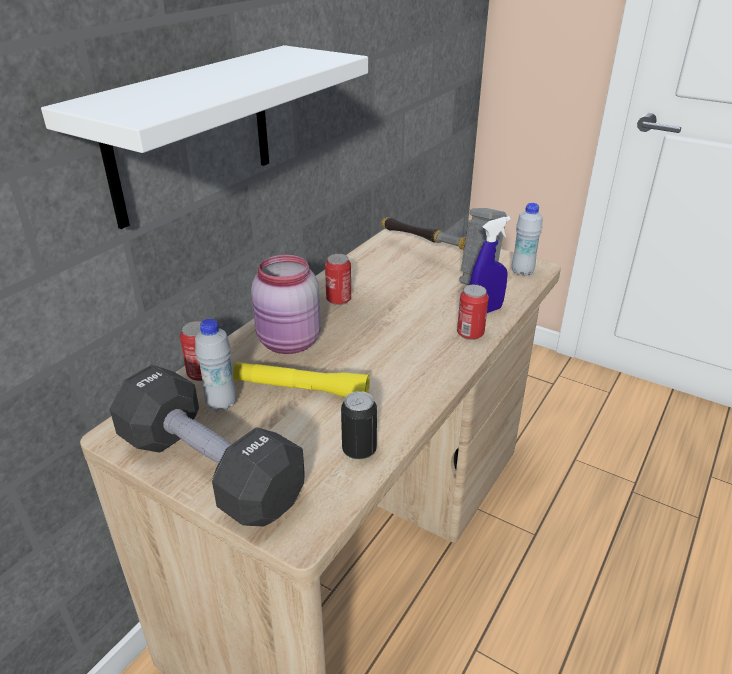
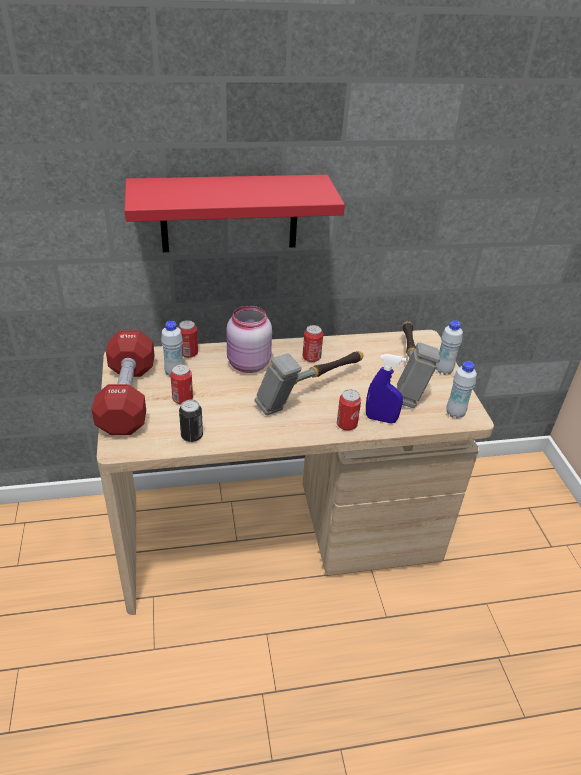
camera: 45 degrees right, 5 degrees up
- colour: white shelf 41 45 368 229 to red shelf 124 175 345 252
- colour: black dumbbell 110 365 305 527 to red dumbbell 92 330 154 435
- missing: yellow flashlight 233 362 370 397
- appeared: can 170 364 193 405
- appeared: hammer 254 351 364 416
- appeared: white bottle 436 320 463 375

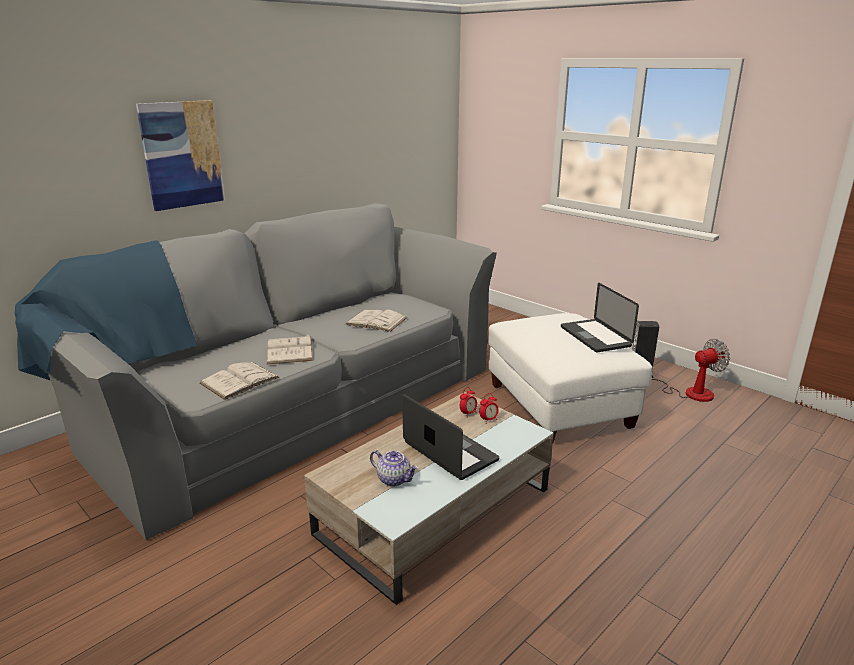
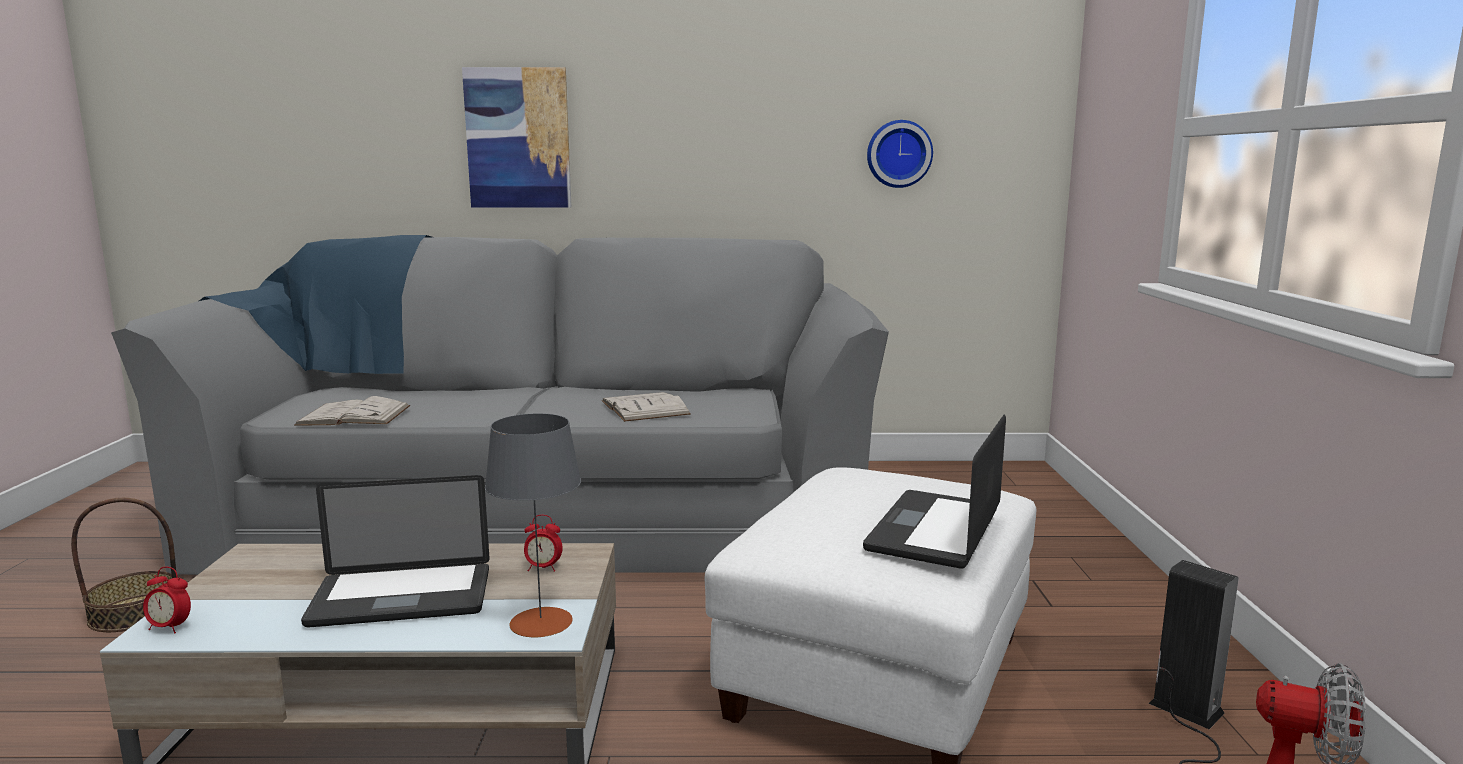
camera: 45 degrees right, 10 degrees down
- missing: white book 267 335 313 364
- missing: teapot 370 450 418 487
- spun: laptop 402 394 499 480 = 301 475 490 627 75 degrees clockwise
- relocated: alarm clock 479 393 499 424 to 143 567 191 634
- appeared: basket 71 498 176 632
- appeared: grey table lamp 485 413 581 637
- appeared: wall clock 867 120 933 188

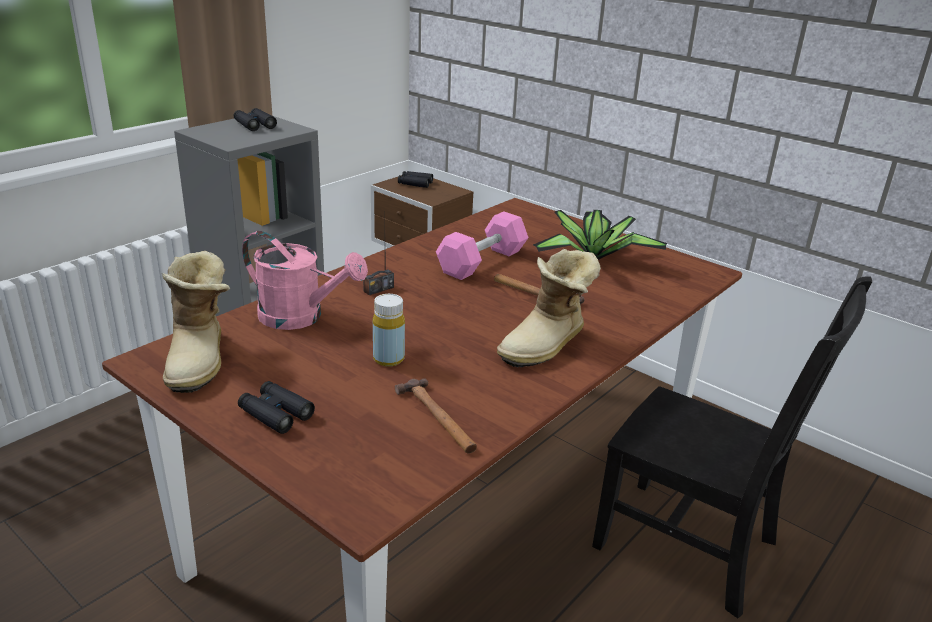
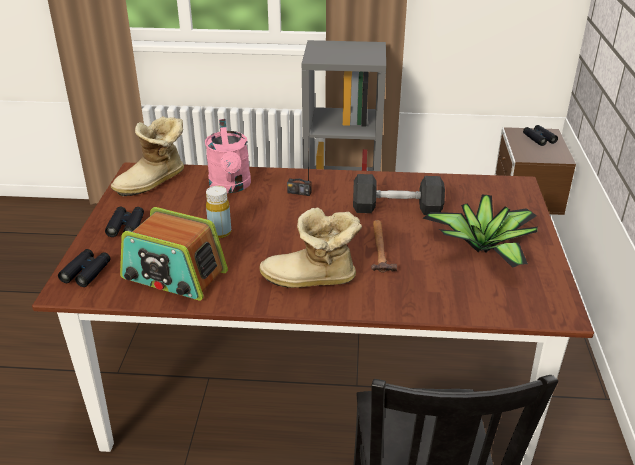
camera: 55 degrees right, 5 degrees up
- relocated: black binoculars 234 108 277 131 to 58 249 111 287
- exchanged: hammer 395 378 477 454 to radio 120 207 228 301
- colour: pink dumbbell 436 212 529 280 to grey dumbbell 353 174 445 215

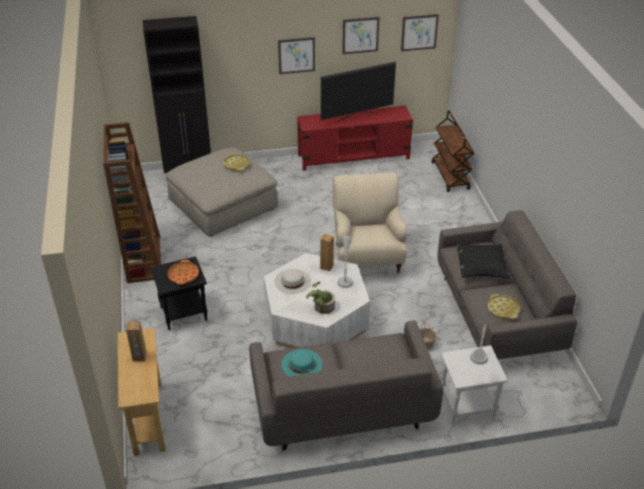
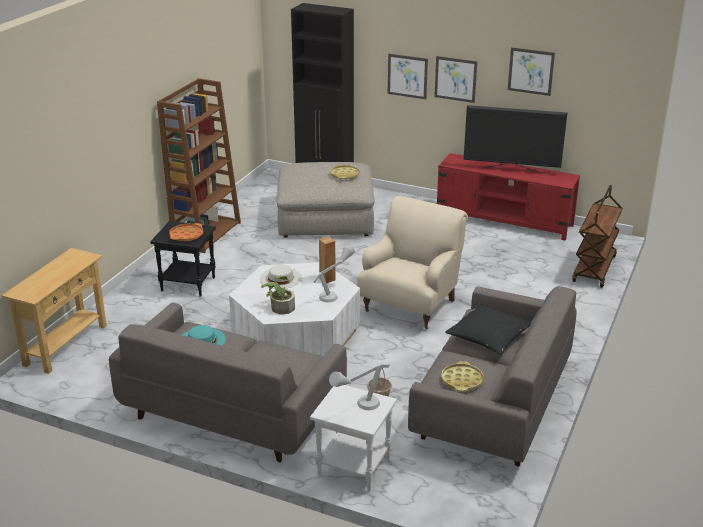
camera: 35 degrees right, 10 degrees down
- missing: brown speaker 126 321 147 362
- relocated: picture 401 14 439 51 to 388 54 428 99

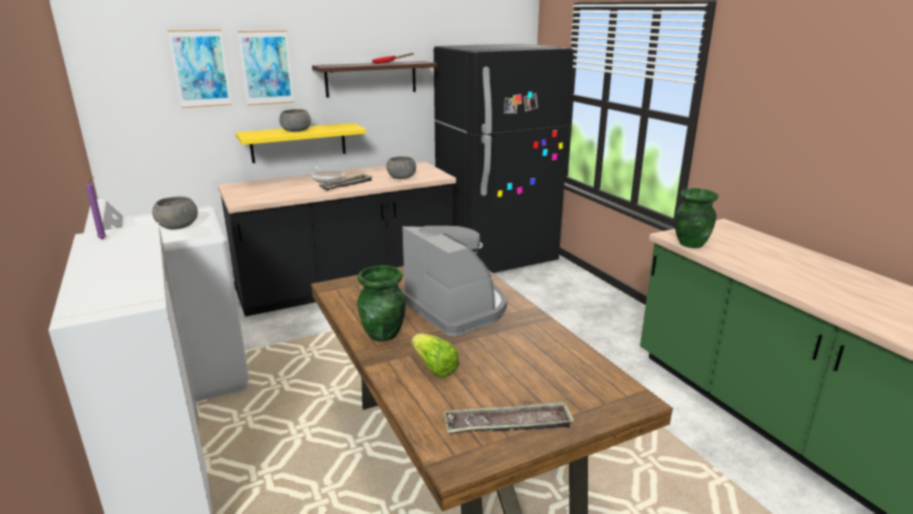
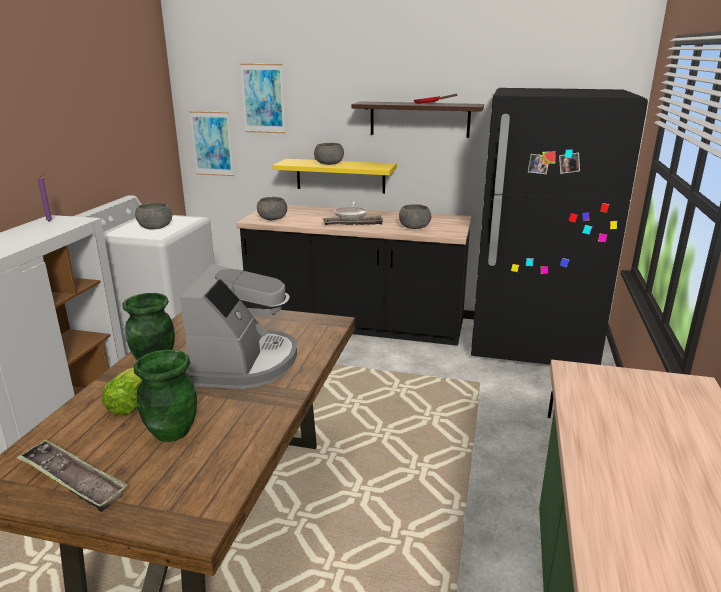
camera: 40 degrees right, 0 degrees up
- relocated: picture 238 30 294 106 to 190 111 234 176
- relocated: green vase 675 188 718 248 to 134 350 197 442
- appeared: grey bowl 257 197 287 220

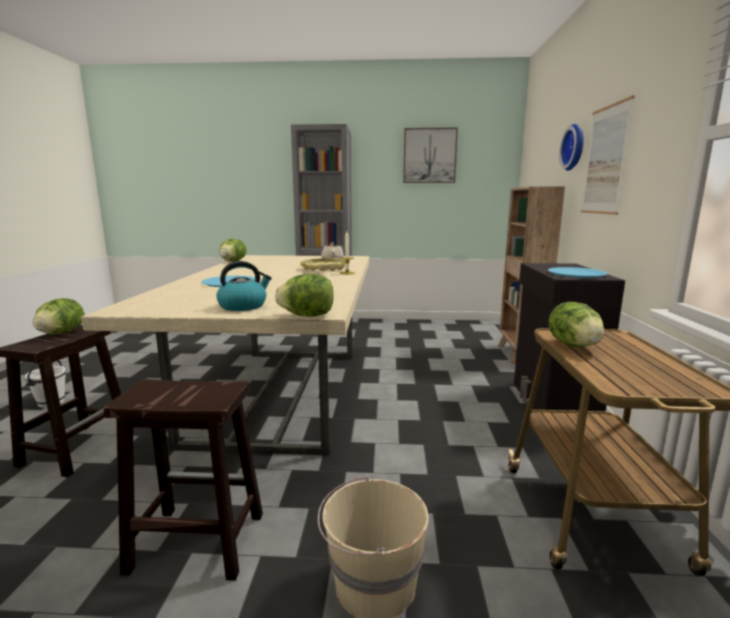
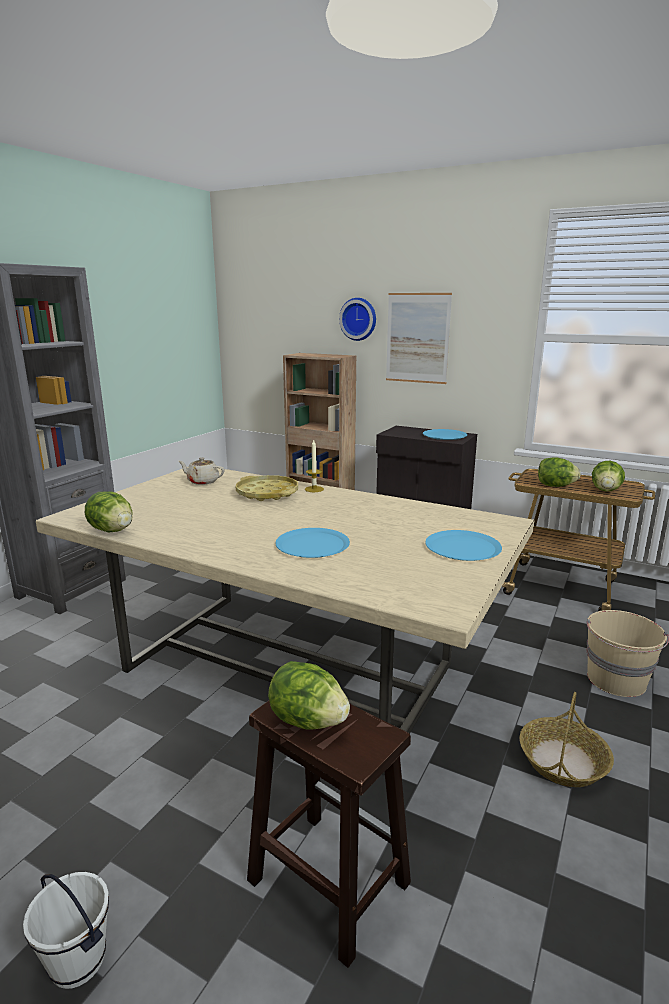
camera: 65 degrees left, 5 degrees up
- exchanged: brown stool 103 379 263 581 to basket 520 692 614 787
- exchanged: kettle 217 261 272 311 to blue plate 425 530 502 561
- relocated: lettuce 275 274 334 317 to 592 461 625 491
- missing: picture 403 128 458 183

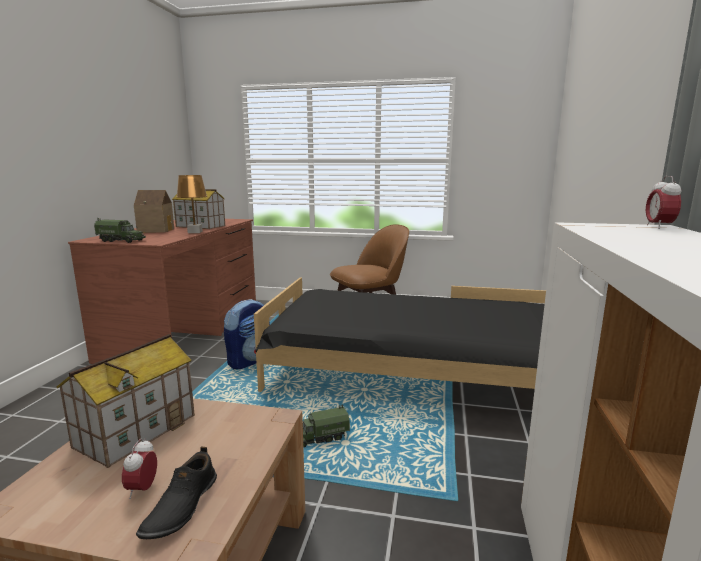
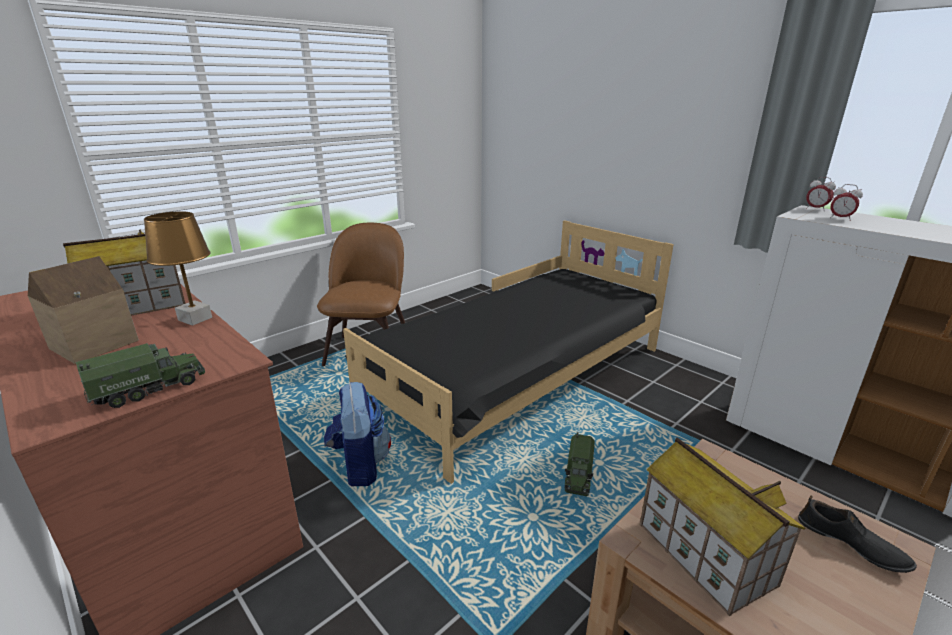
camera: 55 degrees left, 10 degrees up
- relocated: alarm clock 122 439 157 499 to 831 184 863 221

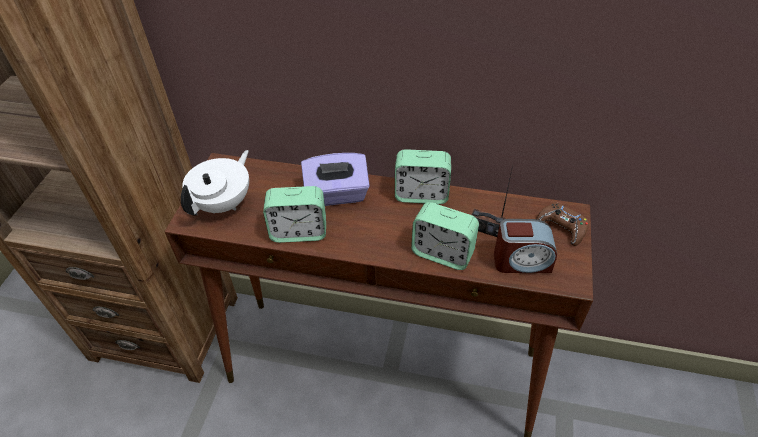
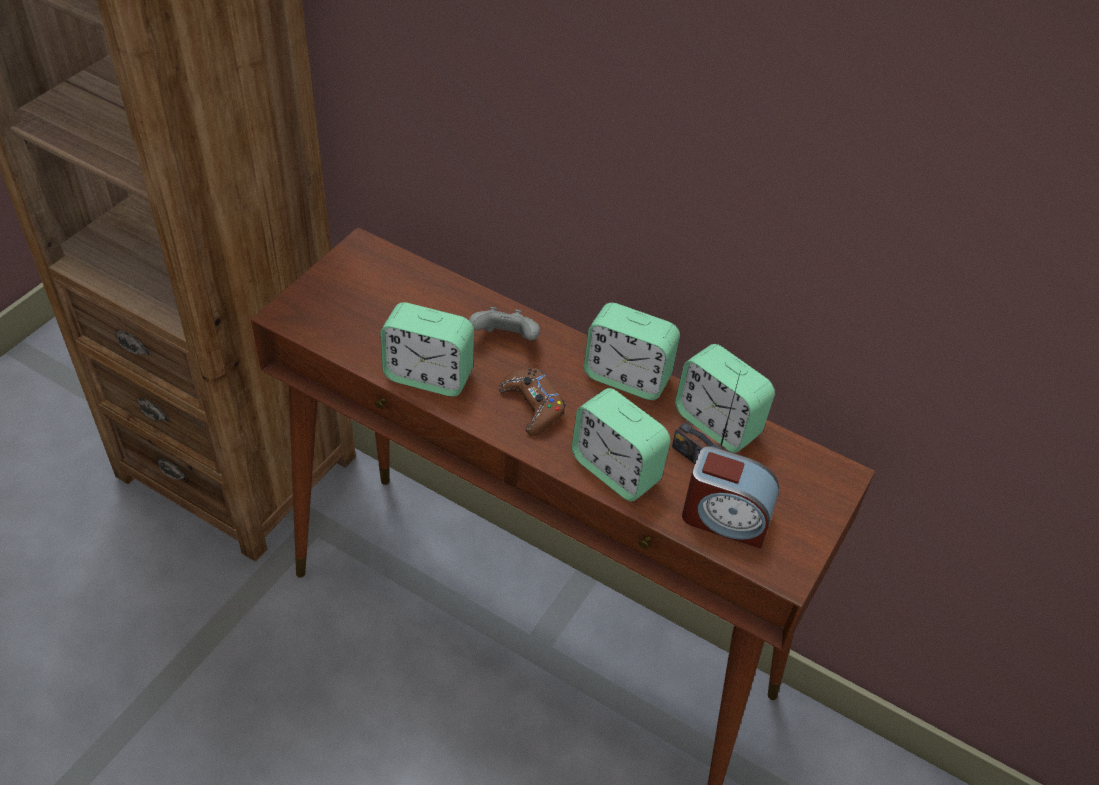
camera: 15 degrees right, 0 degrees up
- missing: white teapot 181 150 249 215
- exchanged: purple tissue box 301 153 370 206 to grey game controller 469 307 540 341
- relocated: brown game controller 536 203 589 246 to 499 368 565 436
- appeared: alarm clock 675 344 775 453

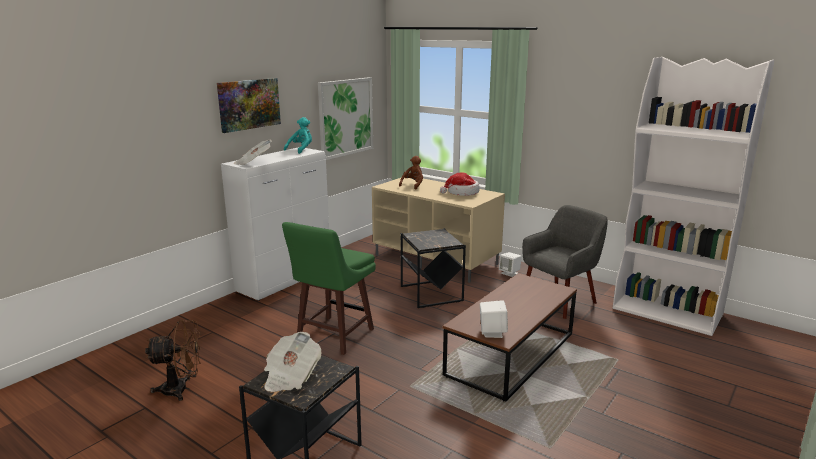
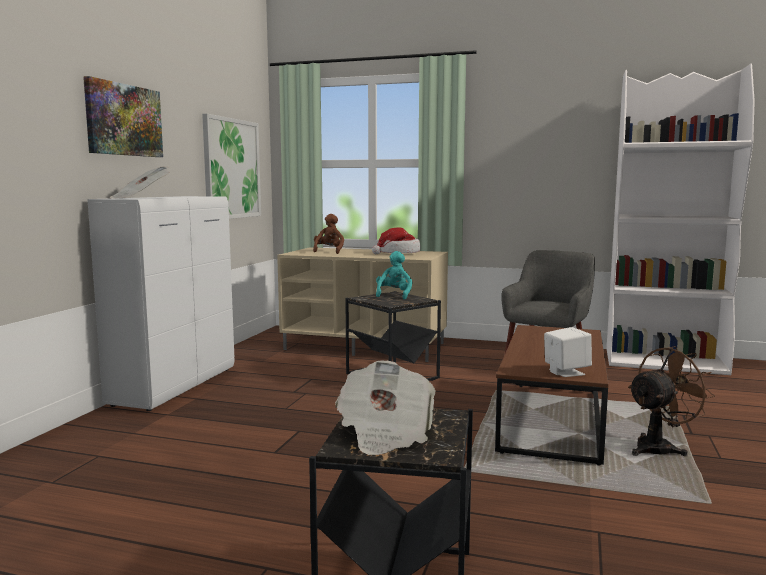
camera: 20 degrees left, 10 degrees down
- relocated: brown fan 145 320 201 401 to 628 346 715 456
- missing: green stool 282 222 376 355
- relocated: turquoise plush toy 284 117 312 154 to 376 251 412 300
- missing: white speaker 499 252 522 277

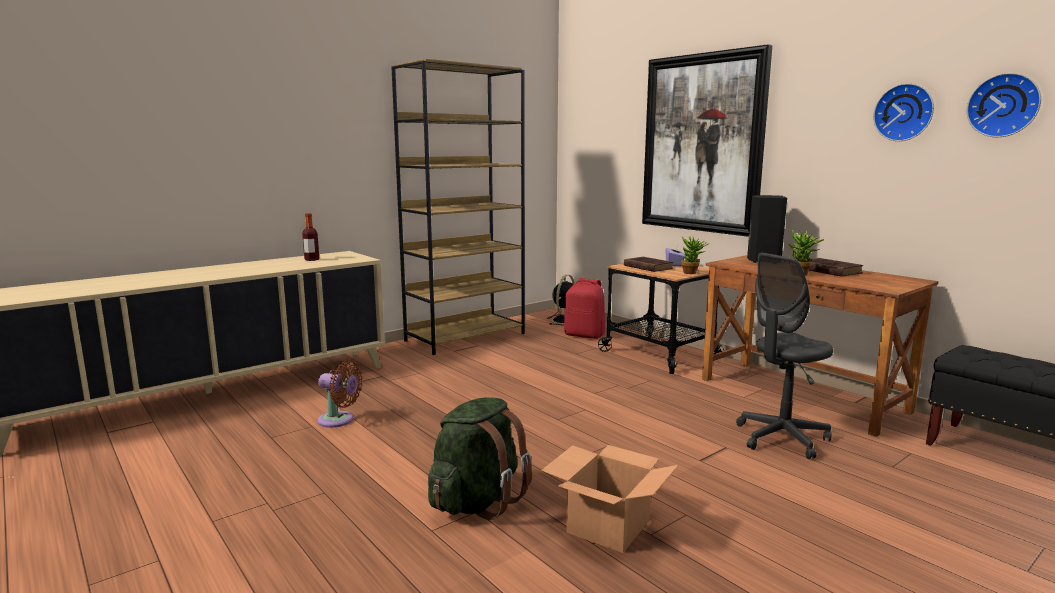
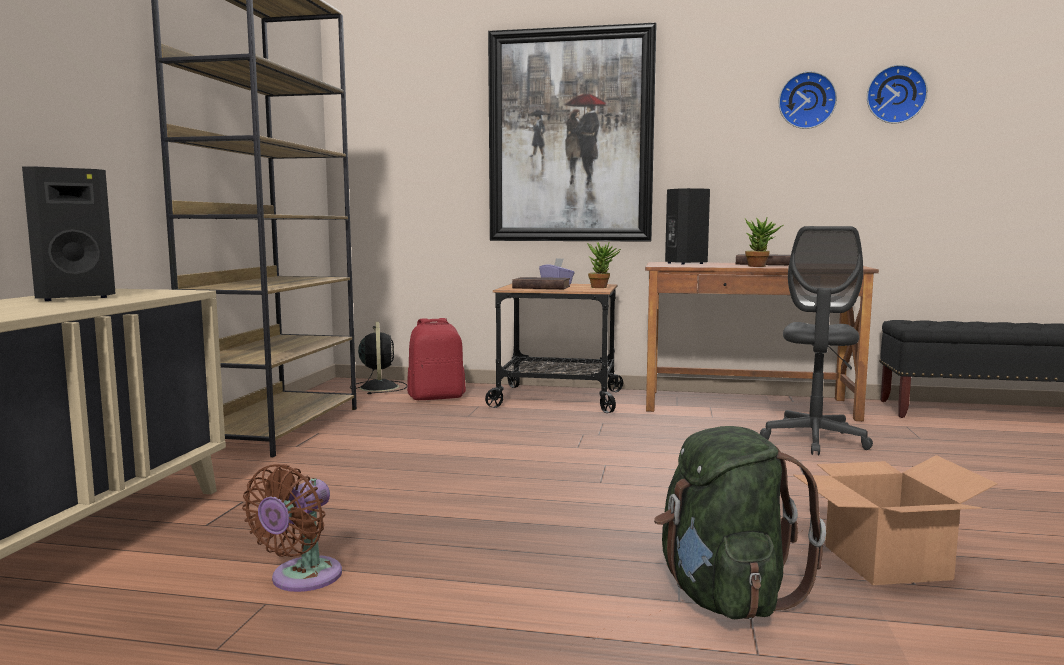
camera: 40 degrees left, 5 degrees down
- exchanged: bottle 302 213 319 261 to black speaker 22 166 116 301
- spun: brown fan 318 360 363 428 = 242 464 342 592 135 degrees clockwise

